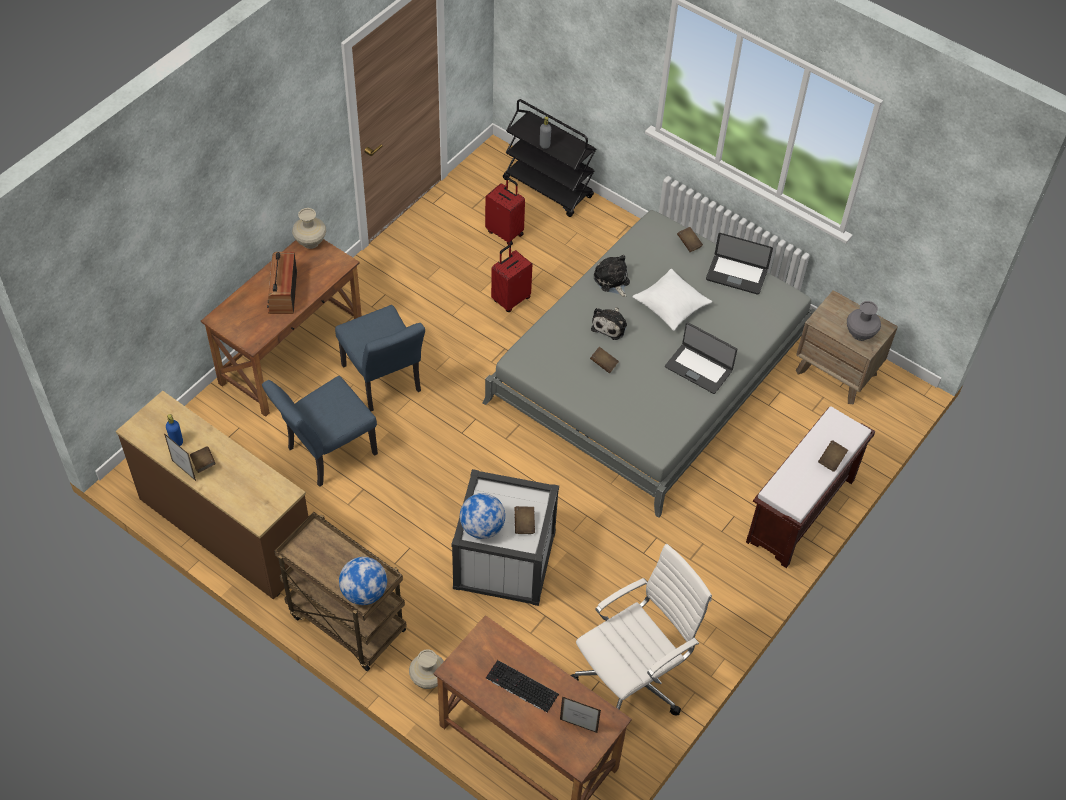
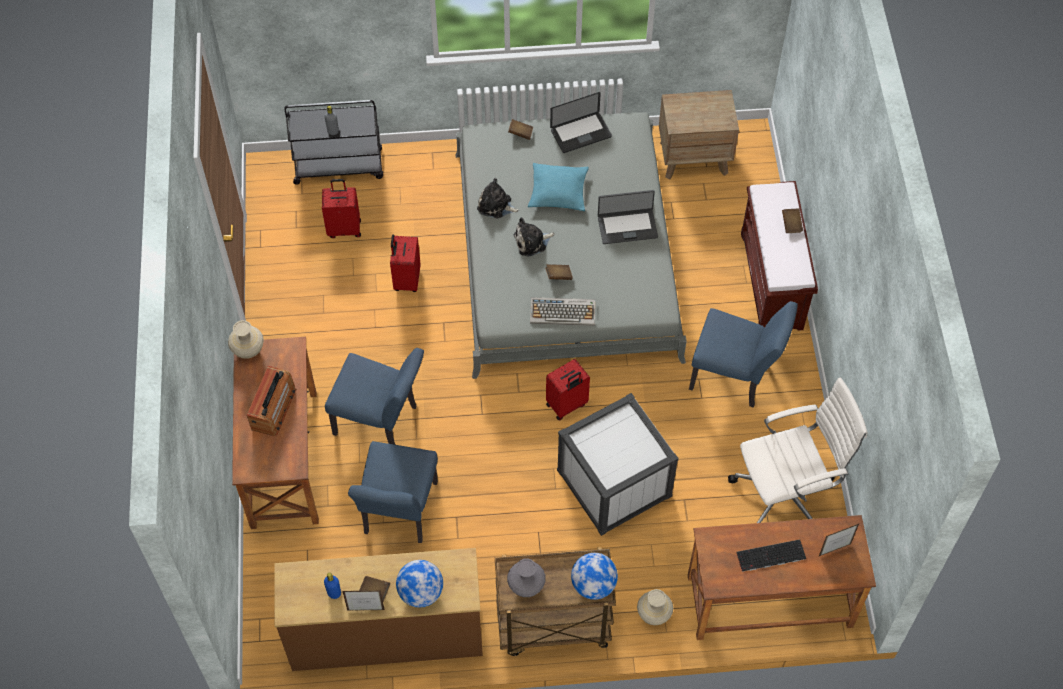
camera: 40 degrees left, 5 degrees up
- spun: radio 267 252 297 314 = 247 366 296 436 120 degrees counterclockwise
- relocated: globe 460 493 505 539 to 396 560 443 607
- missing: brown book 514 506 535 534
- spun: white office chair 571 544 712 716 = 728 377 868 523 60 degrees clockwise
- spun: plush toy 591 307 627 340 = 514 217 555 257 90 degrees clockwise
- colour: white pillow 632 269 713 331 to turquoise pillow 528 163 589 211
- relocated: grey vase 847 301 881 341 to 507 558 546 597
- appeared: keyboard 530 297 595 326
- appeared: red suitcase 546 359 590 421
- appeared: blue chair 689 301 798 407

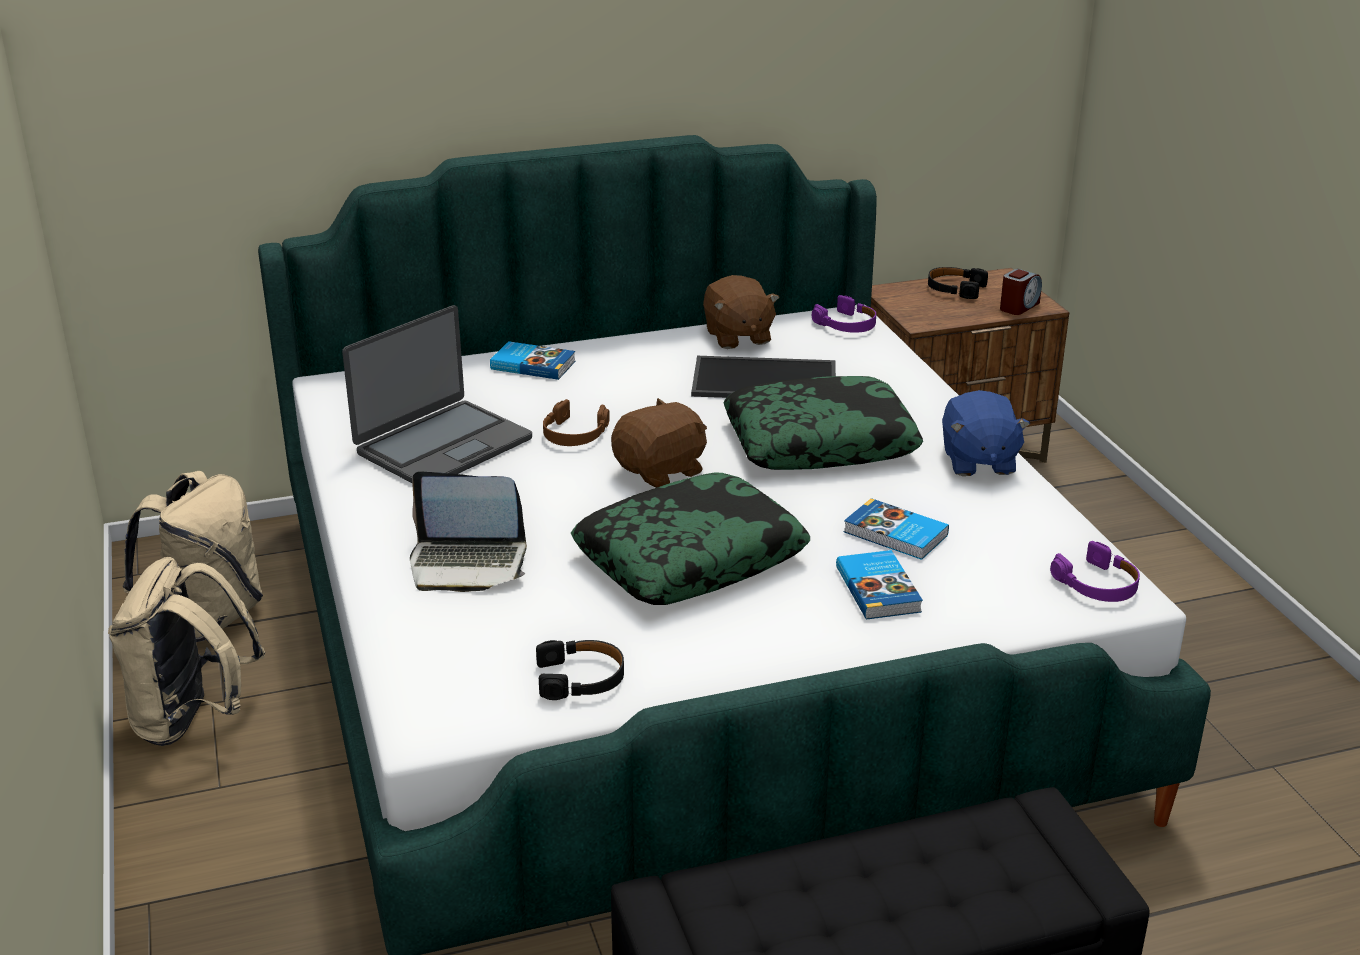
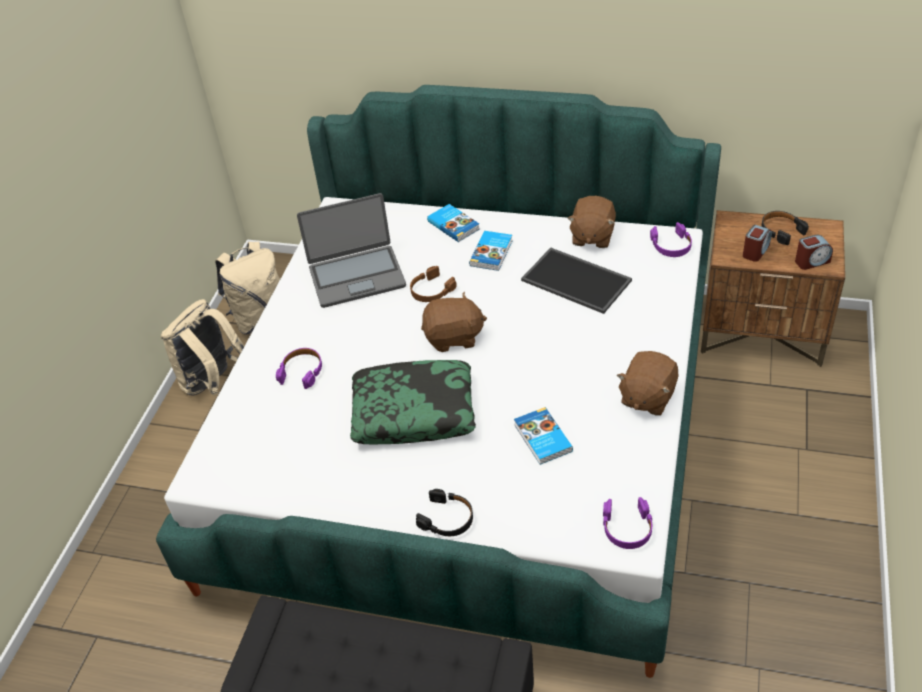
camera: 35 degrees right, 15 degrees up
- exchanged: laptop 410 472 527 592 to purple headphones 276 348 322 389
- relocated: black headphones 536 640 624 700 to 416 489 473 536
- missing: pillow 724 376 923 470
- relocated: book 836 550 923 620 to 469 231 513 271
- colour: blue plush toy 942 390 1030 476 to brown plush toy 617 351 679 416
- appeared: alarm clock 743 225 772 262

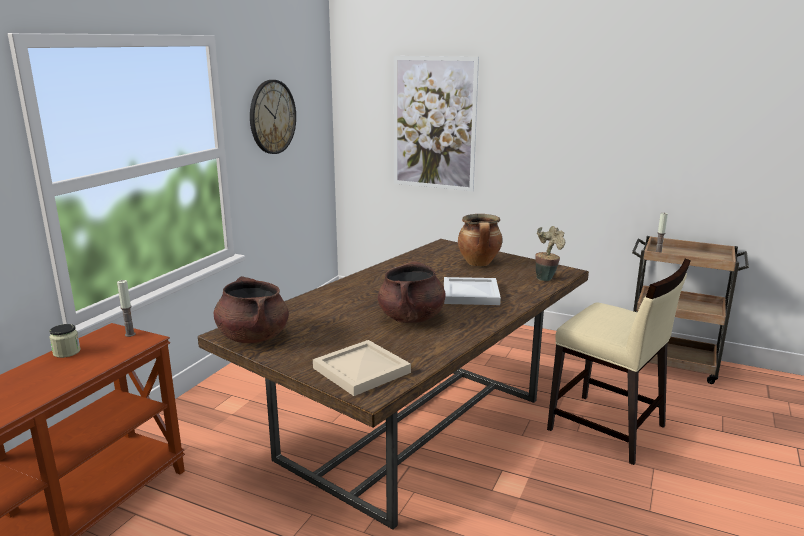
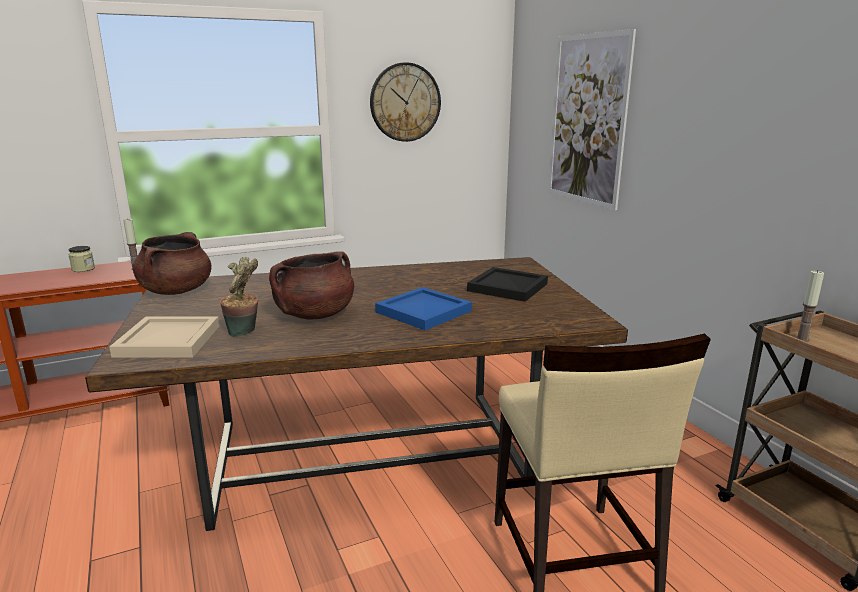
camera: 40 degrees right, 0 degrees up
- colour: white tray 444 277 501 305 to blue tray 375 287 472 330
- exchanged: cooking pot 458 214 502 266 to black tray 467 267 548 302
- relocated: potted plant 535 226 565 281 to 220 257 258 337

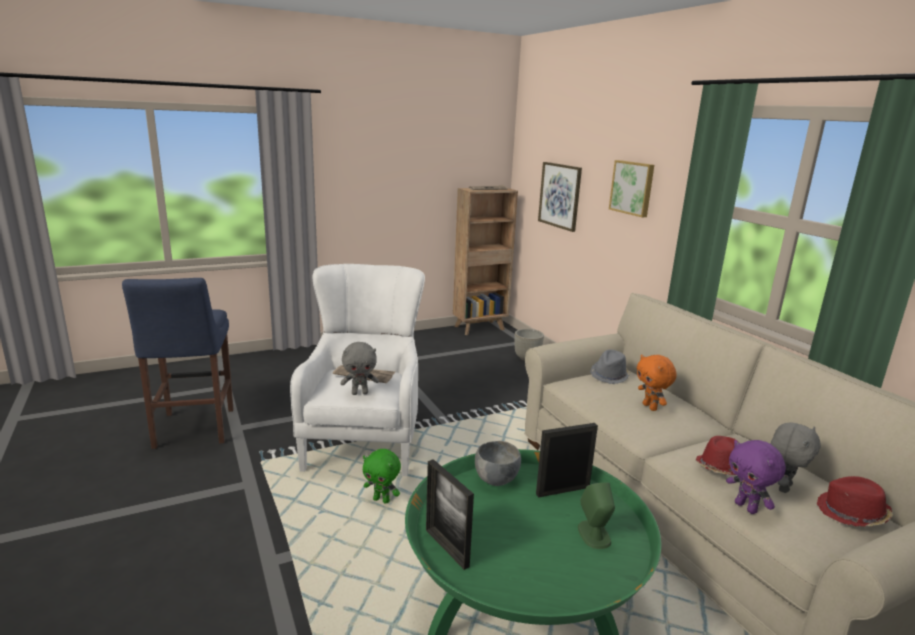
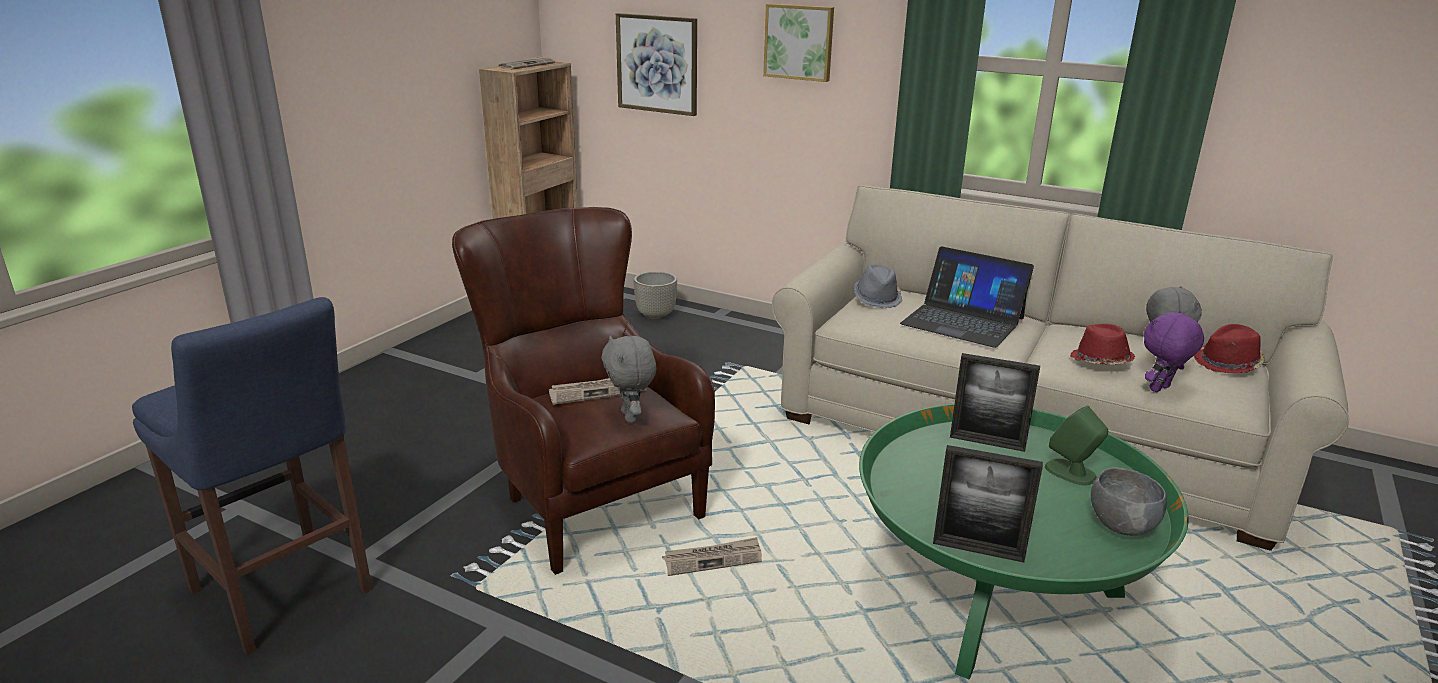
camera: 35 degrees left, 5 degrees up
- colour: white armchair 290 264 425 476 to brown armchair 452 207 715 575
- spun: grey plush toy 340 342 379 395 = 601 335 656 423 120 degrees clockwise
- exchanged: green plush toy 363 449 401 504 to newspaper 662 537 762 576
- relocated: grey bowl 475 441 521 486 to 1091 467 1167 536
- spun: picture frame 536 423 598 498 = 950 353 1040 452 105 degrees counterclockwise
- exchanged: orange plush toy 636 354 677 411 to laptop 900 246 1034 348
- spun: purple plush toy 726 440 786 514 = 1144 311 1204 392 120 degrees clockwise

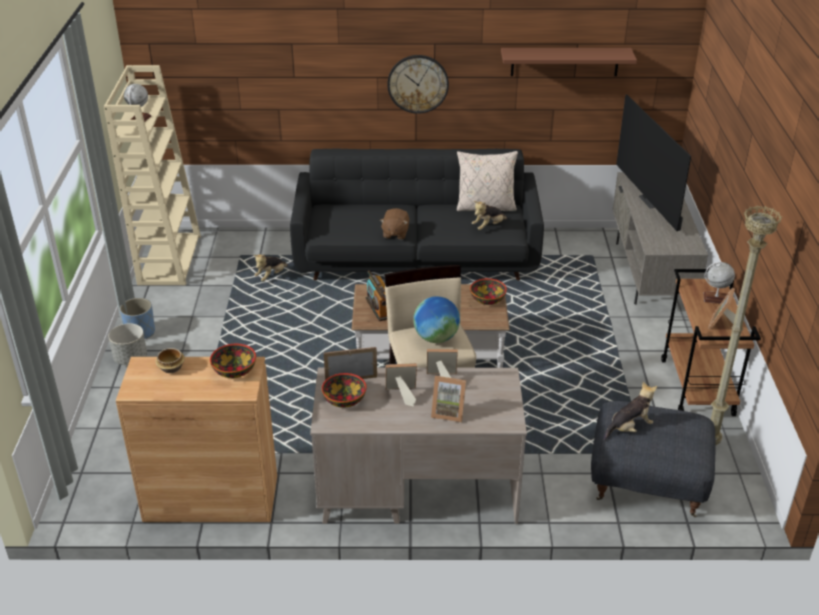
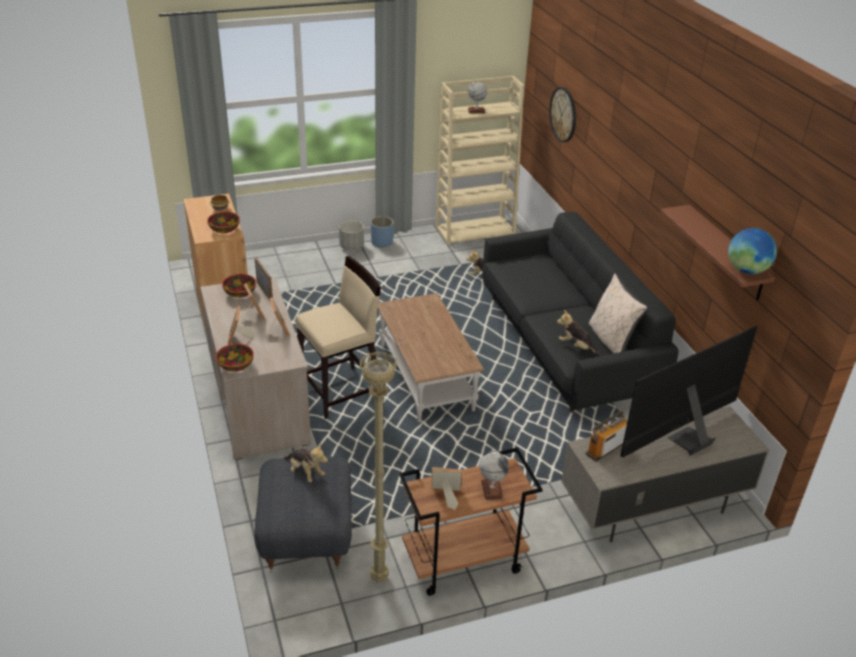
camera: 70 degrees right, 0 degrees up
- relocated: radio 366 271 387 321 to 585 411 627 462
- missing: brown plush toy 380 208 409 240
- relocated: wall clock 388 55 449 114 to 549 87 576 142
- relocated: globe 413 296 460 343 to 728 228 777 274
- relocated: bowl 470 278 507 305 to 216 344 254 372

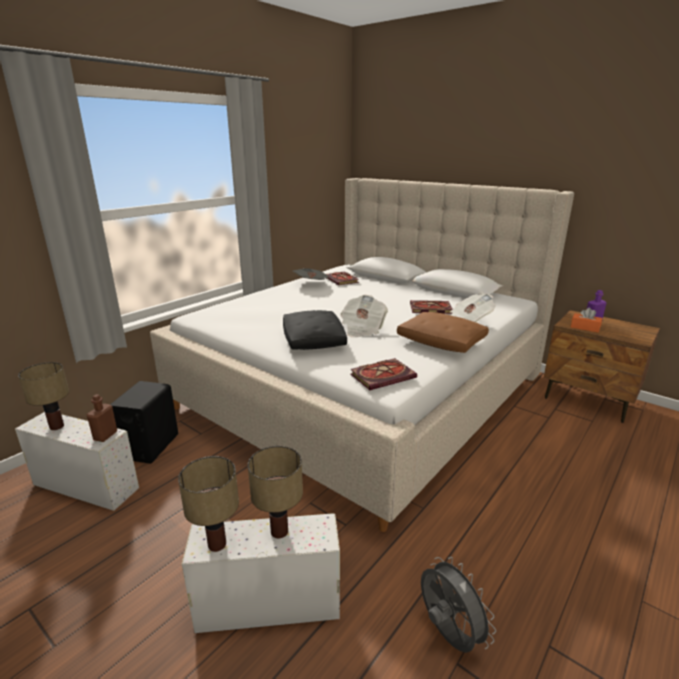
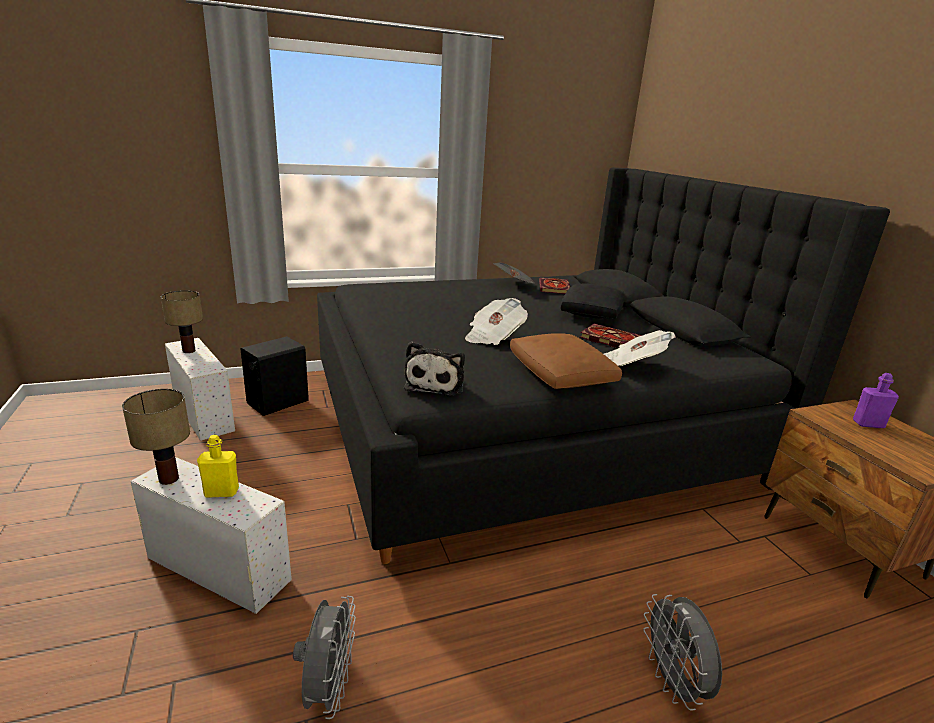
camera: 30 degrees right, 0 degrees up
- missing: brown bottle 87 394 117 442
- colour: beige bed 150 178 574 532 to black bed 317 168 890 564
- exchanged: table lamp 248 446 303 538 to yellow bottle 197 435 239 498
- relocated: black pillow 283 310 347 350 to 561 284 624 319
- exchanged: book 350 358 417 390 to plush toy 404 342 465 396
- missing: orange tissue box 571 308 602 333
- appeared: grey fan 643 594 722 711

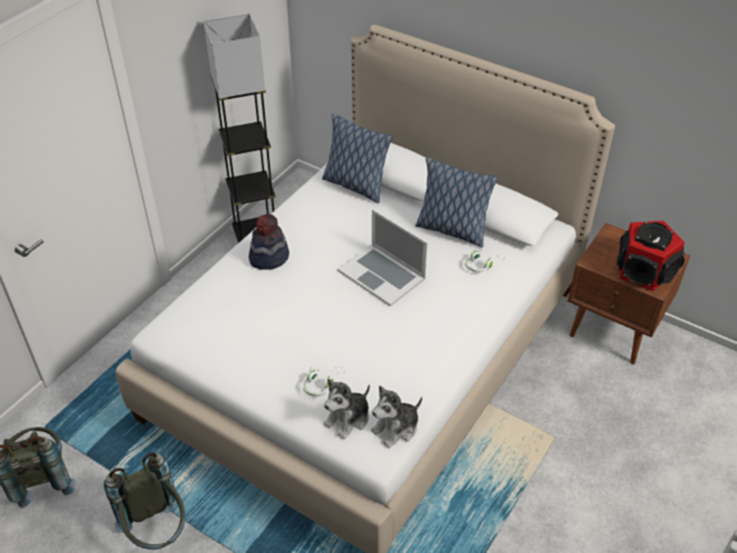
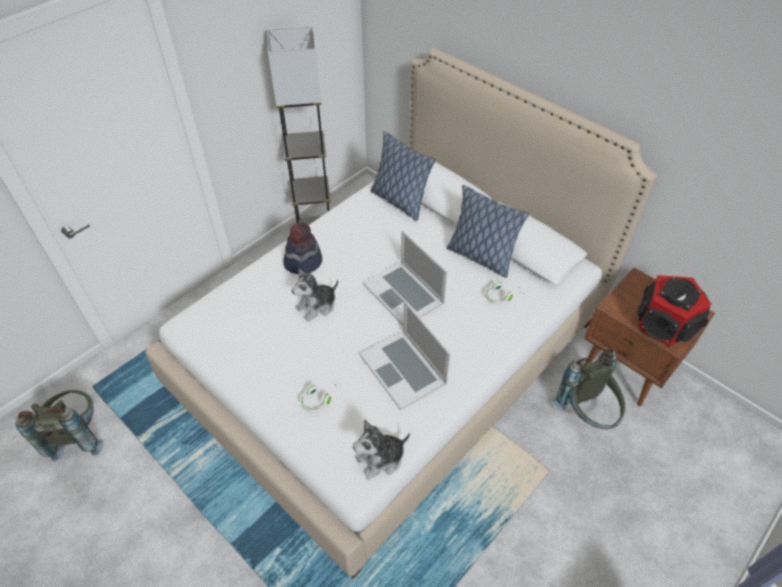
camera: 10 degrees right, 5 degrees up
- relocated: grey backpack 104 452 185 549 to 552 349 625 429
- relocated: plush toy 324 379 370 439 to 291 268 338 322
- appeared: laptop 360 301 451 410

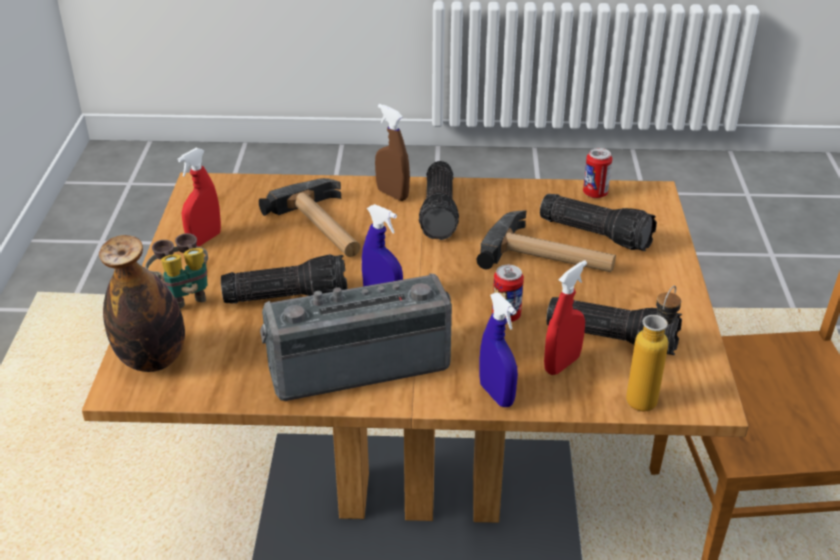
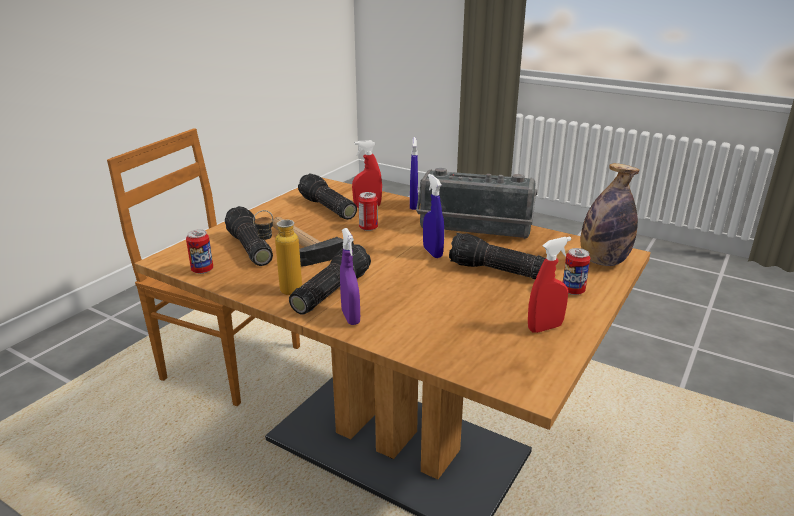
camera: 150 degrees left, 10 degrees down
- exchanged: binoculars 145 233 208 309 to can 563 248 590 295
- missing: hammer 259 178 360 257
- colour: brown spray bottle 375 104 410 201 to purple spray bottle 340 228 360 325
- relocated: bottle 626 286 681 411 to 253 210 302 295

